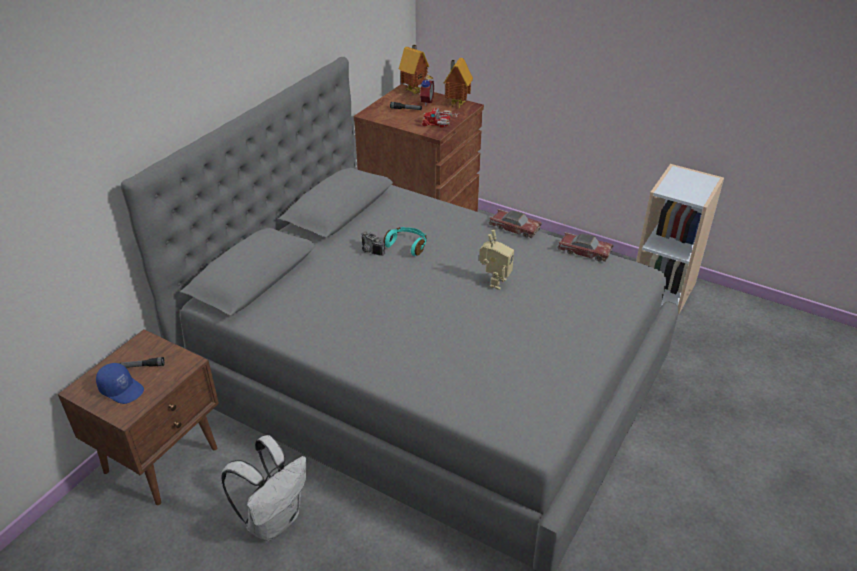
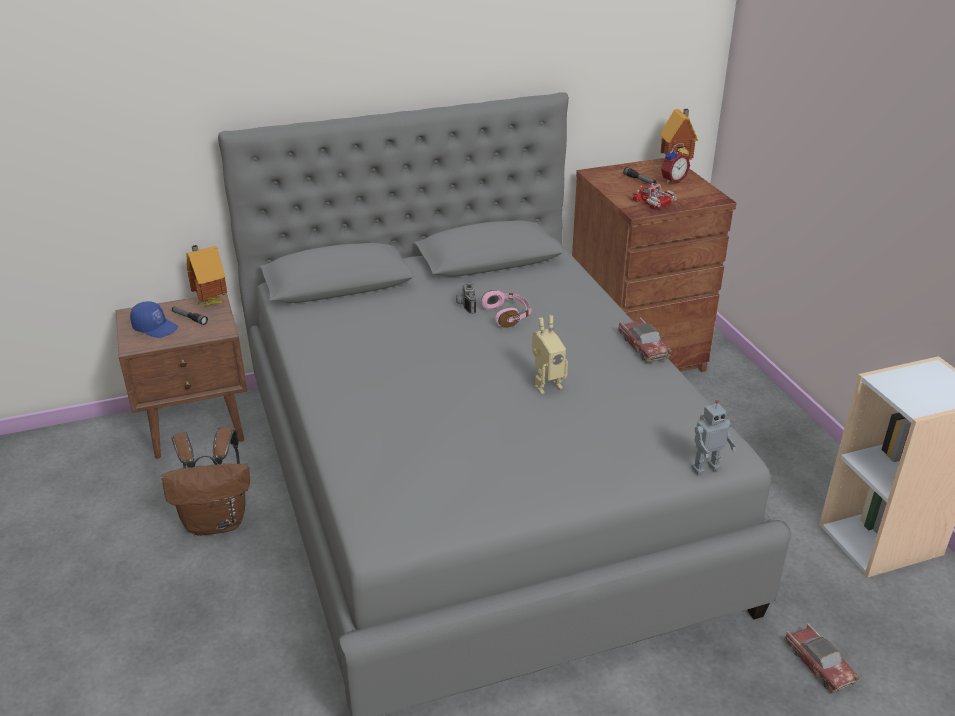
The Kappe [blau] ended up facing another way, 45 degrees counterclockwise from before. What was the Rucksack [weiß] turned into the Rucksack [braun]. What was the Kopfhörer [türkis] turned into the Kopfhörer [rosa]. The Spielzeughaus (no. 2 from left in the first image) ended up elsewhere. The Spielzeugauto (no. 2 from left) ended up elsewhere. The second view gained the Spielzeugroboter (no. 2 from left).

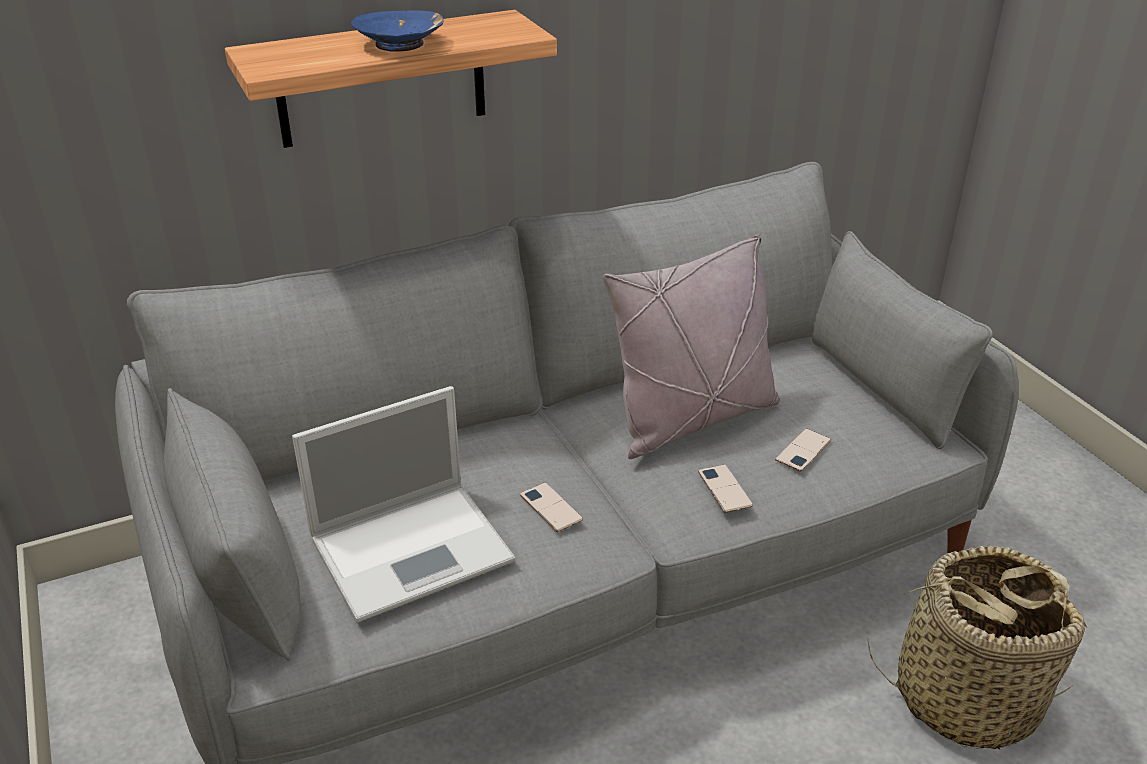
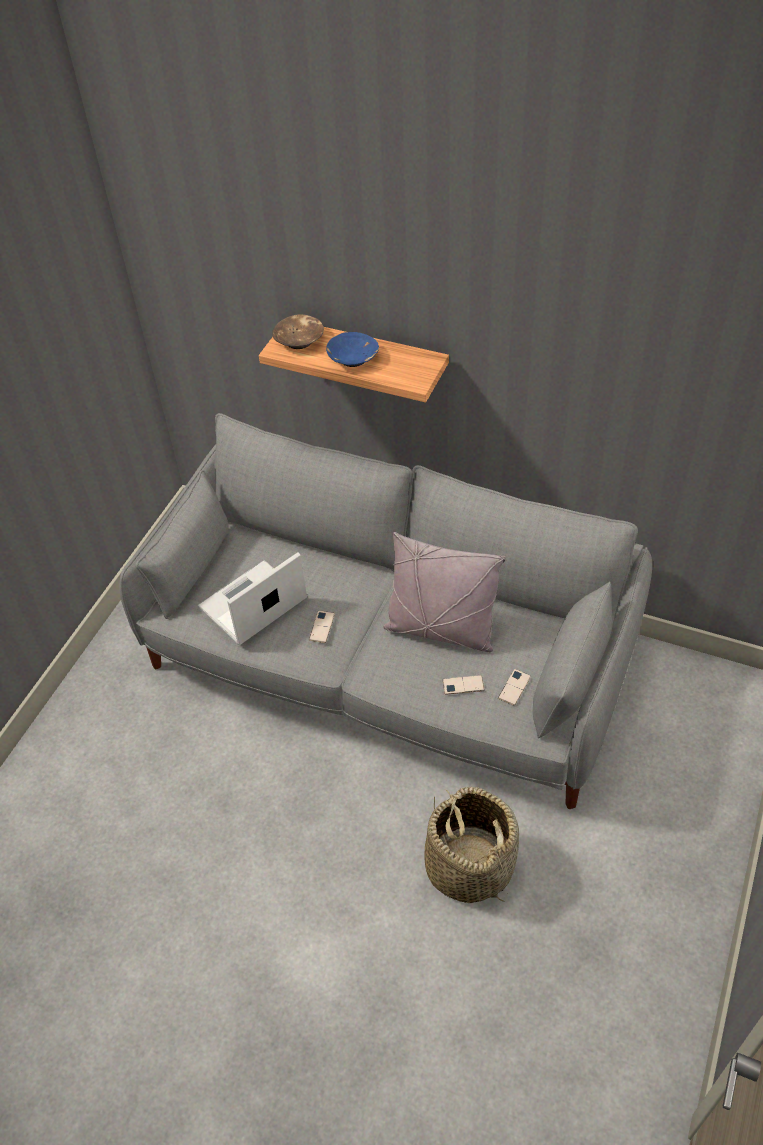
The Laptop ended up facing another way, 120 degrees clockwise from before. The Handy (no. 2 from left in the first image) ended up elsewhere. The second view gained the Schüssel [braun].

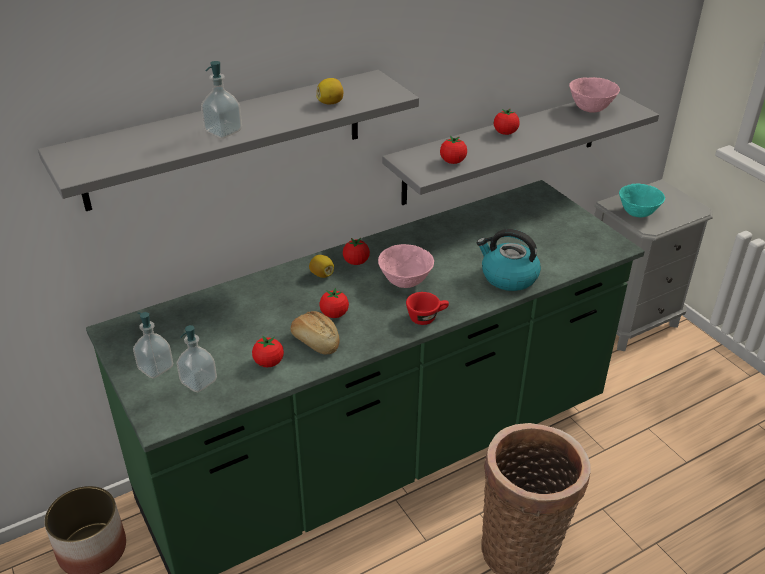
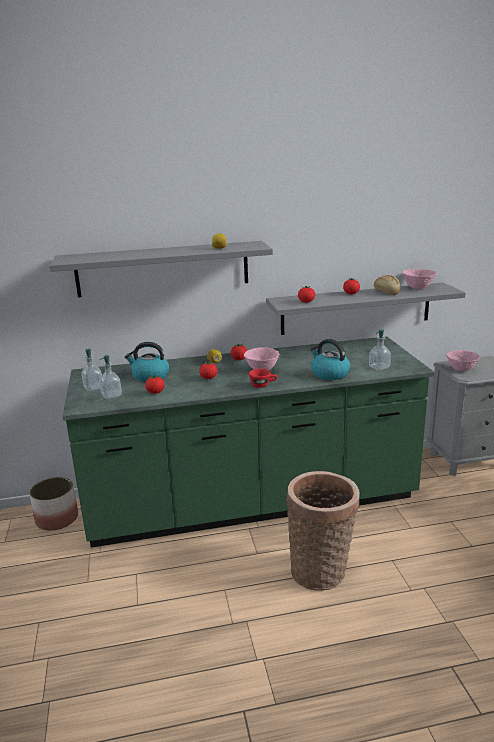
The Seifenspender (no. 3 from left) ended up elsewhere. The Brot ended up elsewhere. What was the Schüssel [türkis] turned into the Schüssel [rosa] (no. 3 from left). The second view gained the Wasserkessel (no. 1 from left).

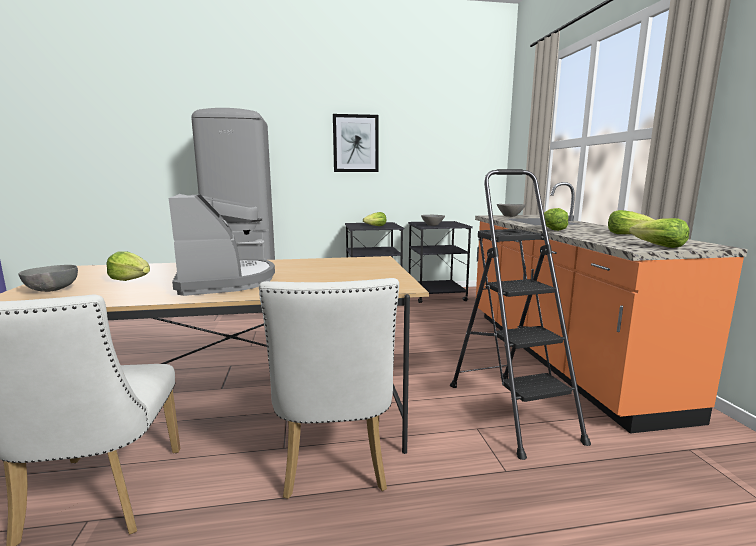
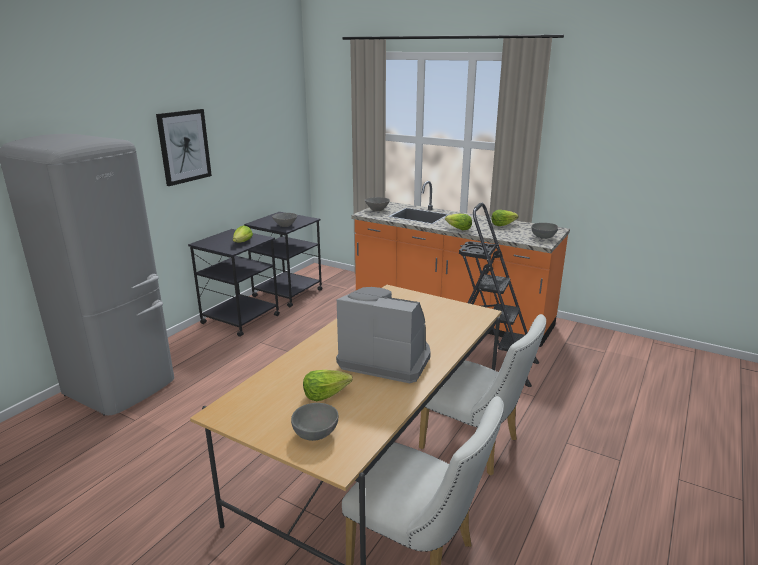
Where the Salatkopf (no. 5 from left) stood, the Schüssel [grau] (no. 4 from left) came to stand.

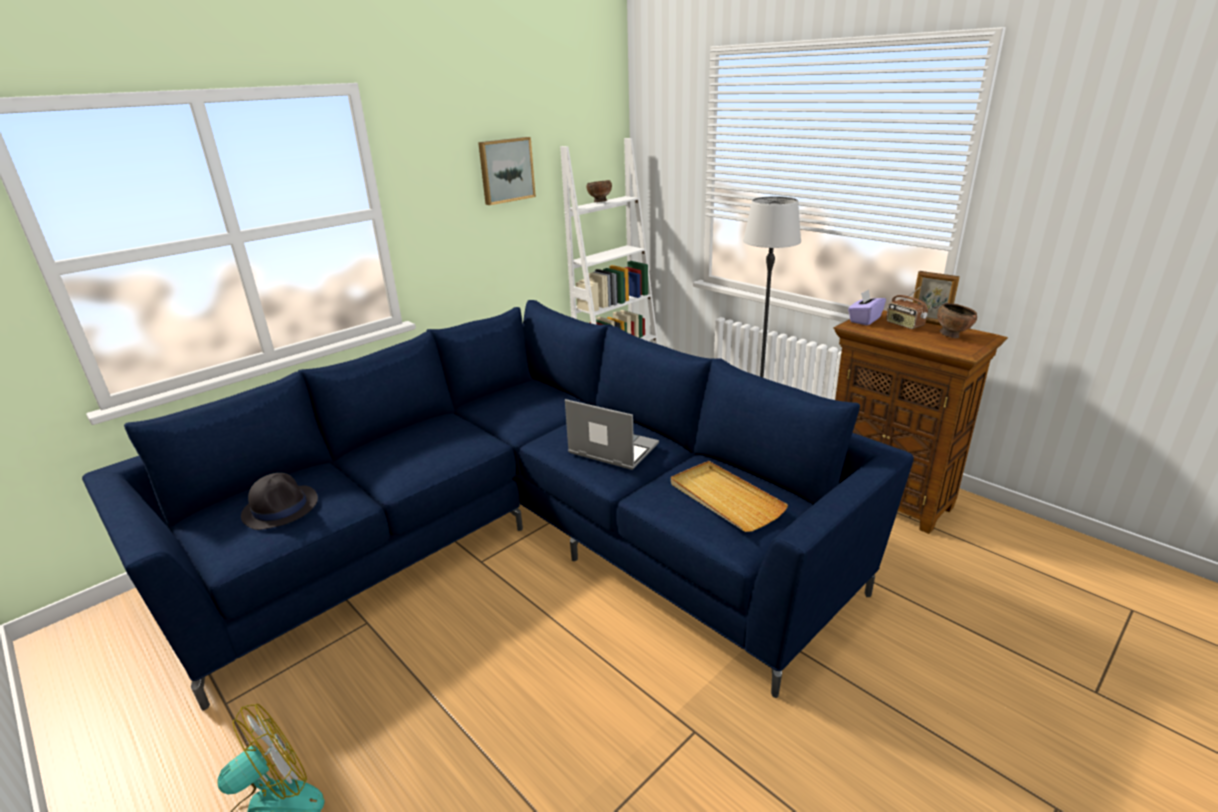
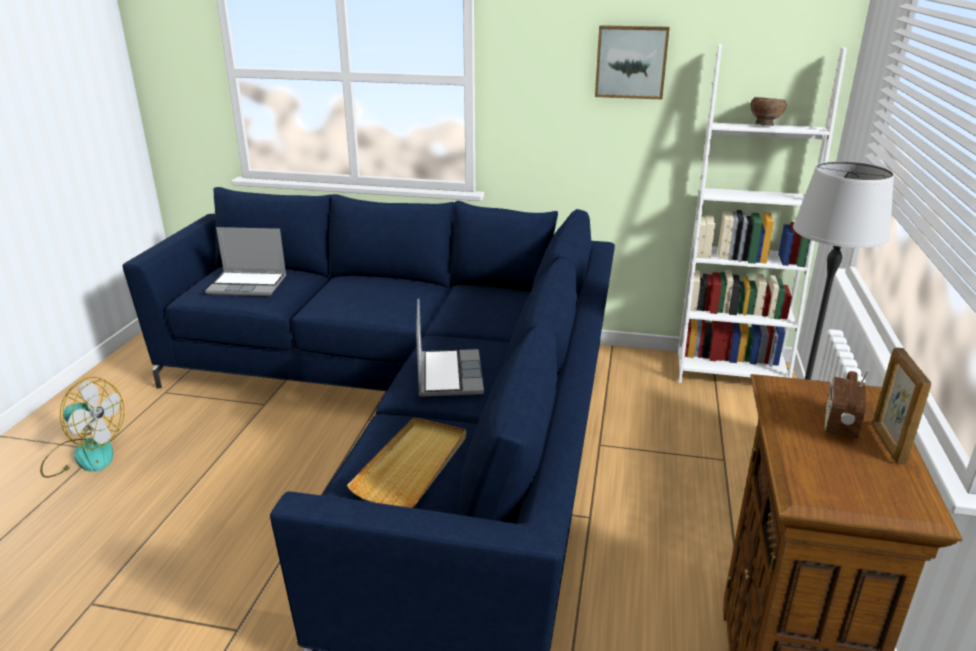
Where the Hut [schwarz] stood, the Laptop (no. 1 from left) came to stand. The second view lost the Taschentuchbox [lila]. The second view lost the Schüssel [braun] (no. 2 from left).

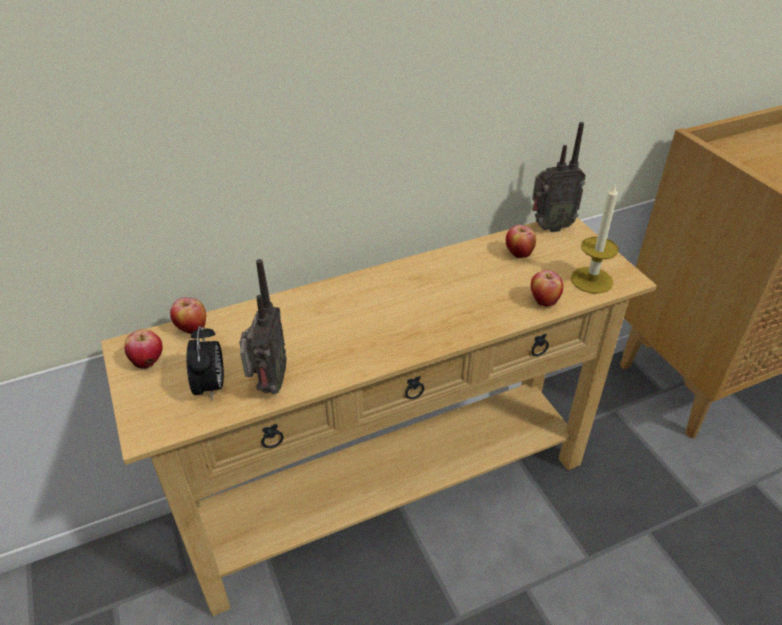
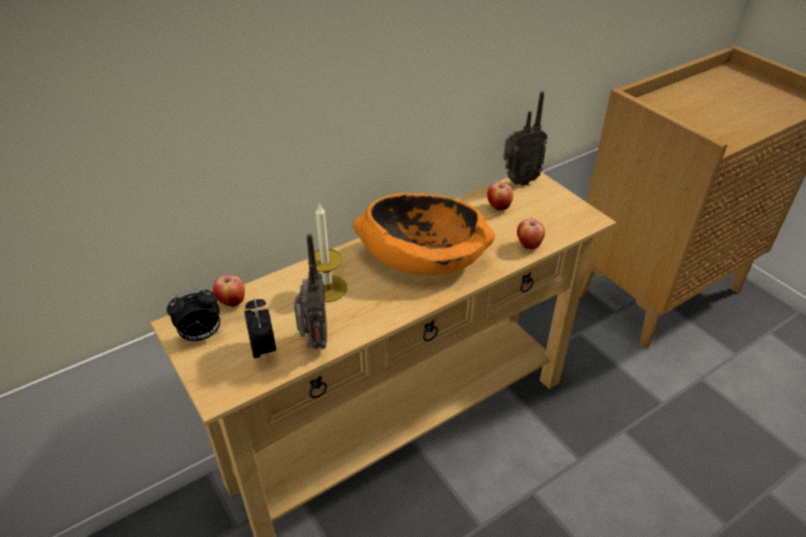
Where the Apfel (no. 1 from left) stood, the Wecker (no. 1 from left) came to stand. The Kerze ended up elsewhere. The second view gained the Schüssel [orange].

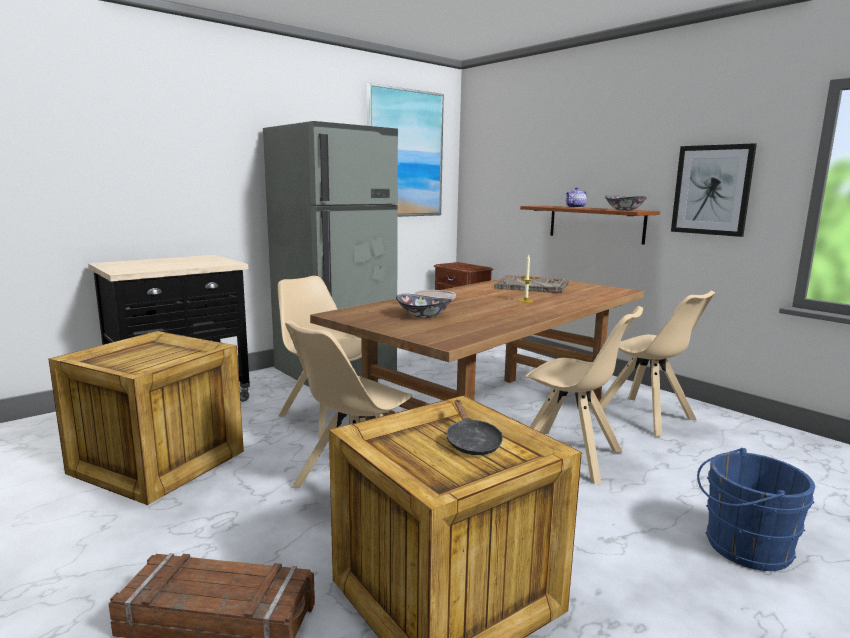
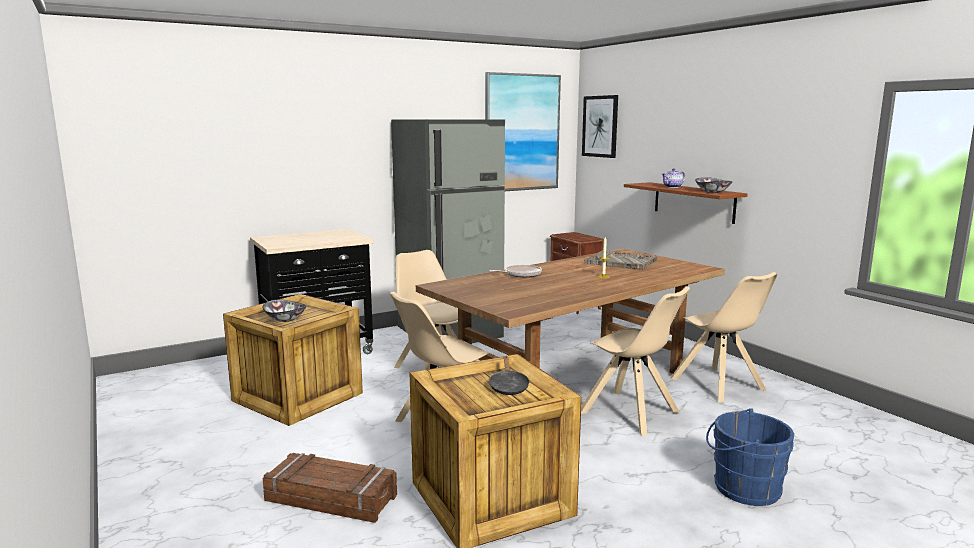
The Schüssel (no. 1 from left) ended up elsewhere. The Bild (no. 2 from left) ended up elsewhere.

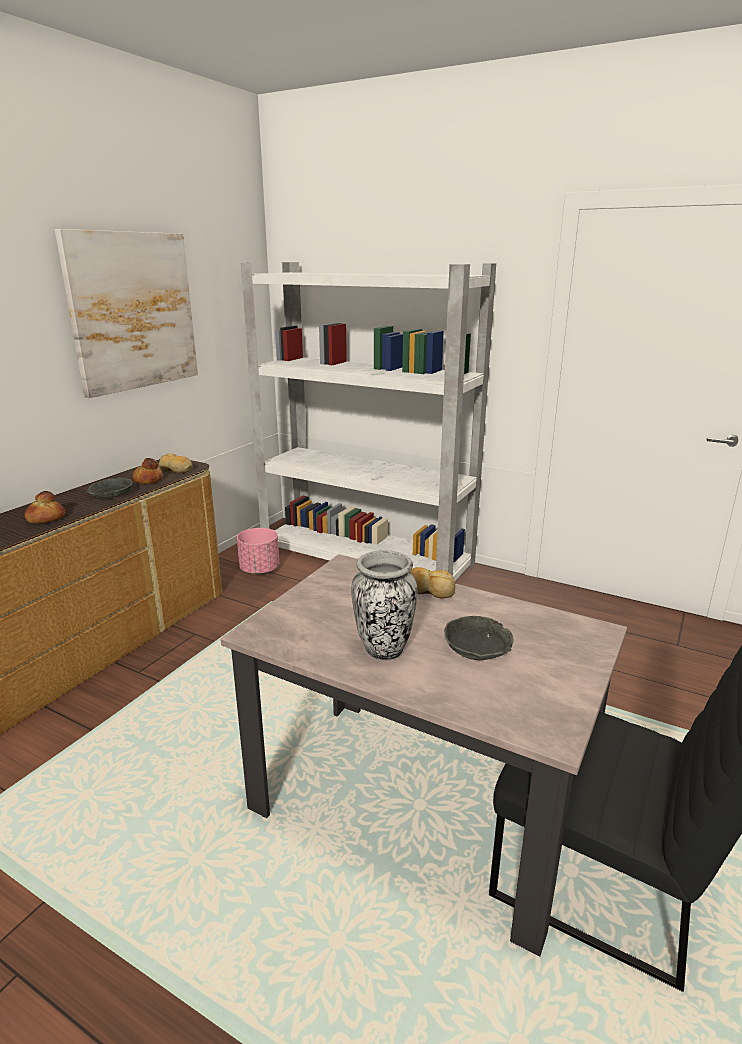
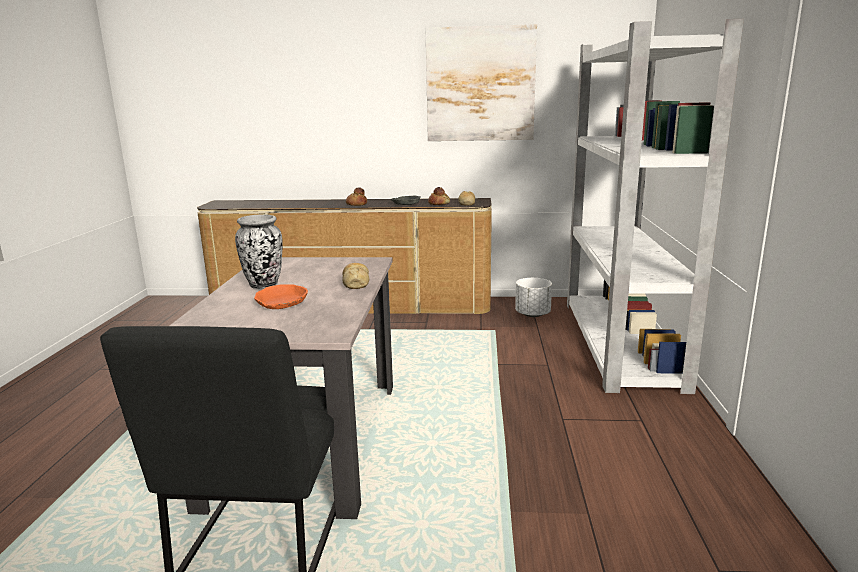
What was the Pflanzkübel [rosa] turned into the Pflanzkübel [weiß]. What was the Schüssel [grau] (no. 2 from left) turned into the Schüssel [orange].

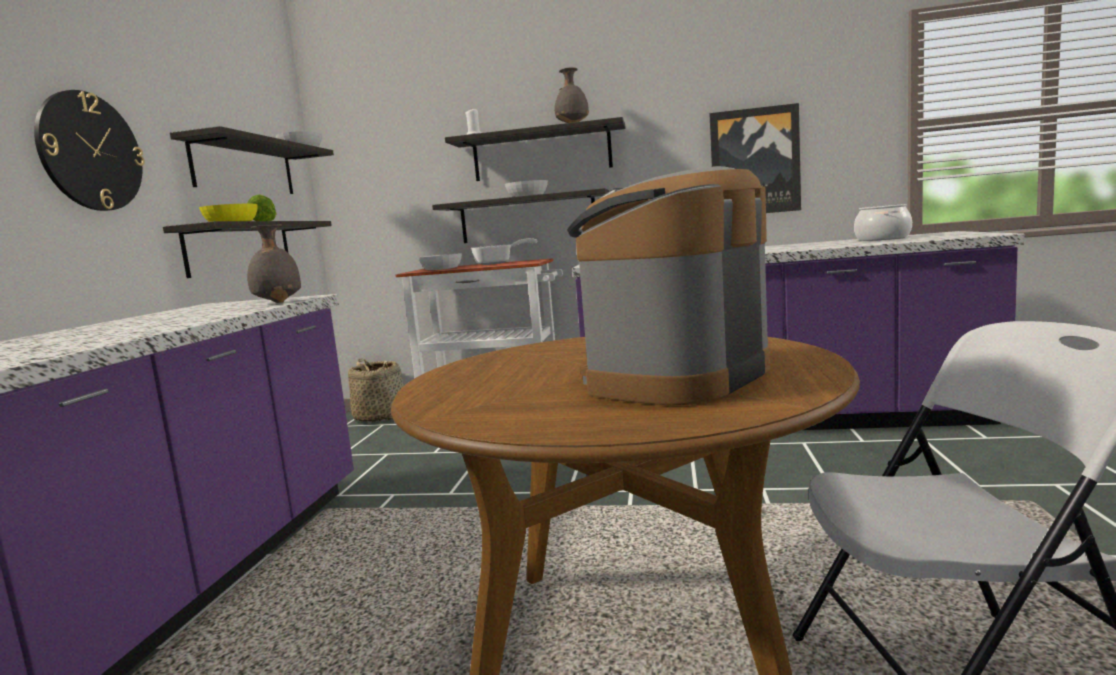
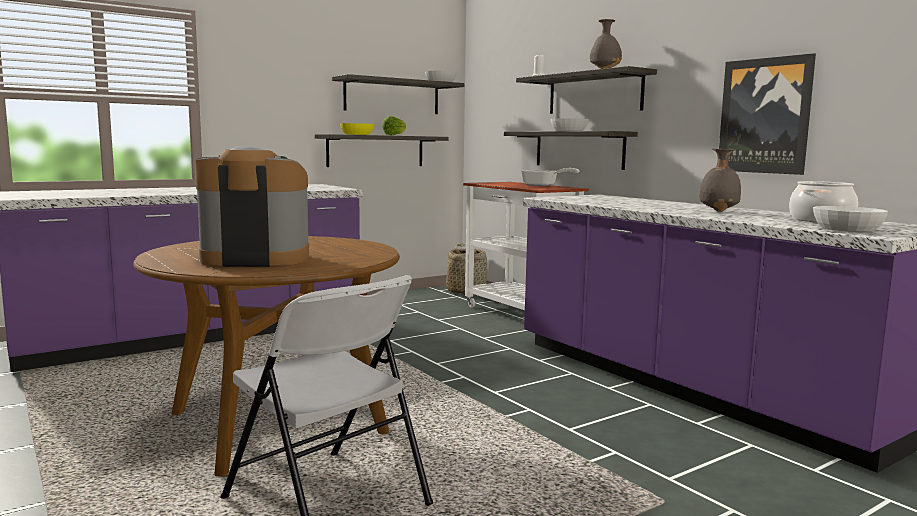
The second view lost the Wanduhr. The Vase [grau] (no. 1 from left in the first image) ended up elsewhere. The Schüssel [weiß] (no. 2 from left in the first image) ended up elsewhere.

